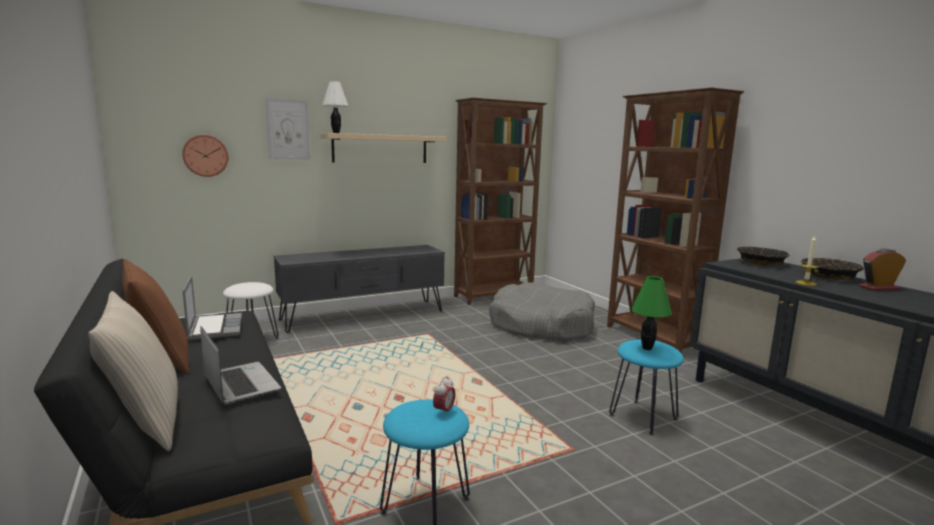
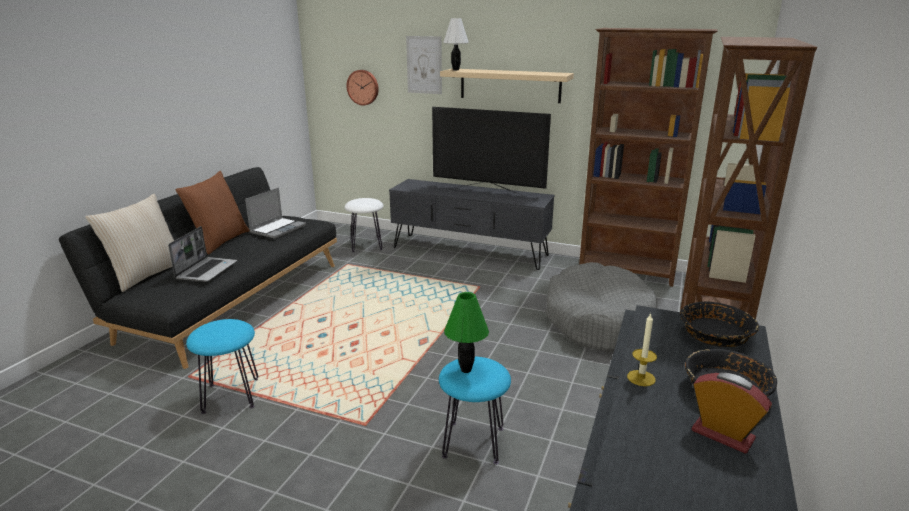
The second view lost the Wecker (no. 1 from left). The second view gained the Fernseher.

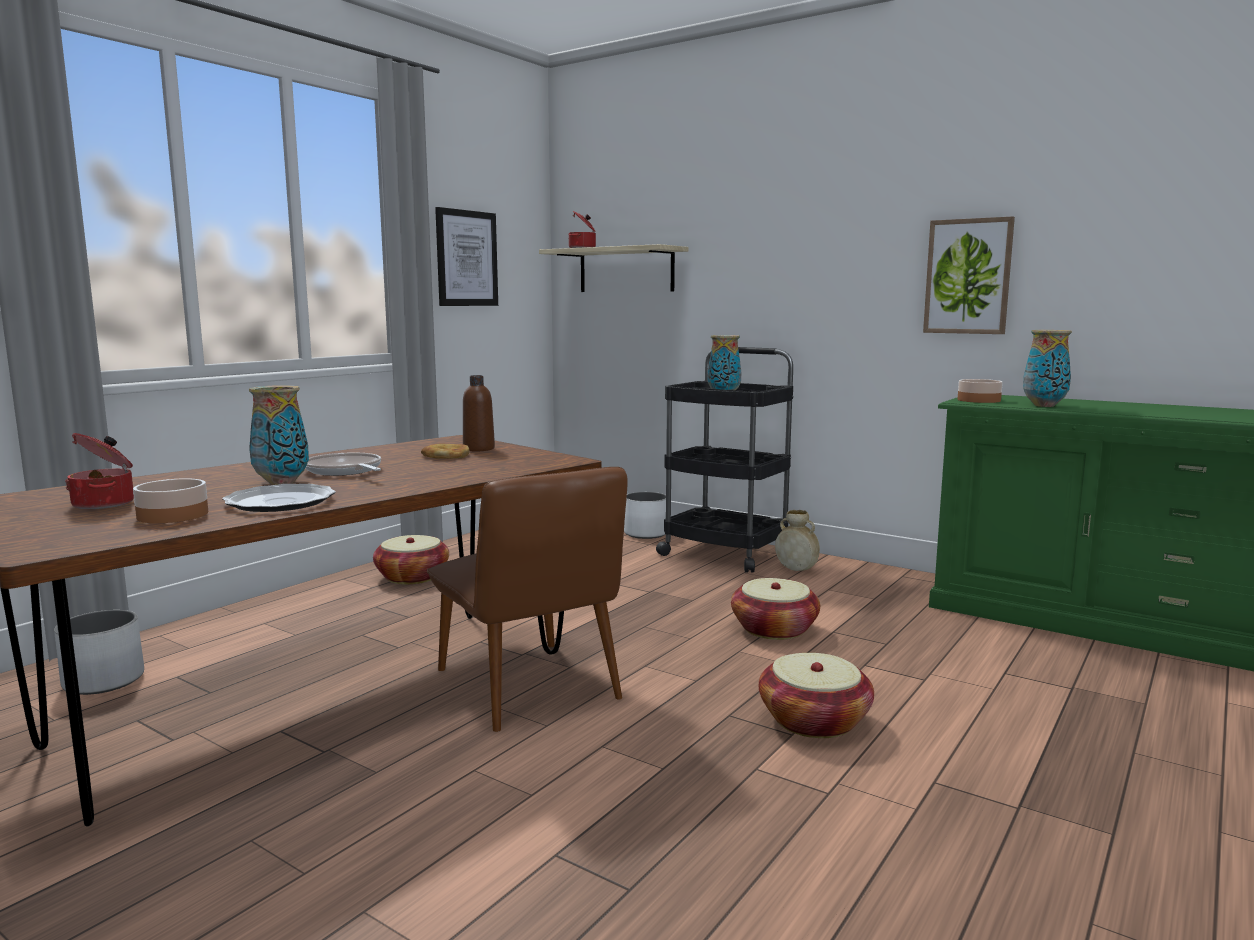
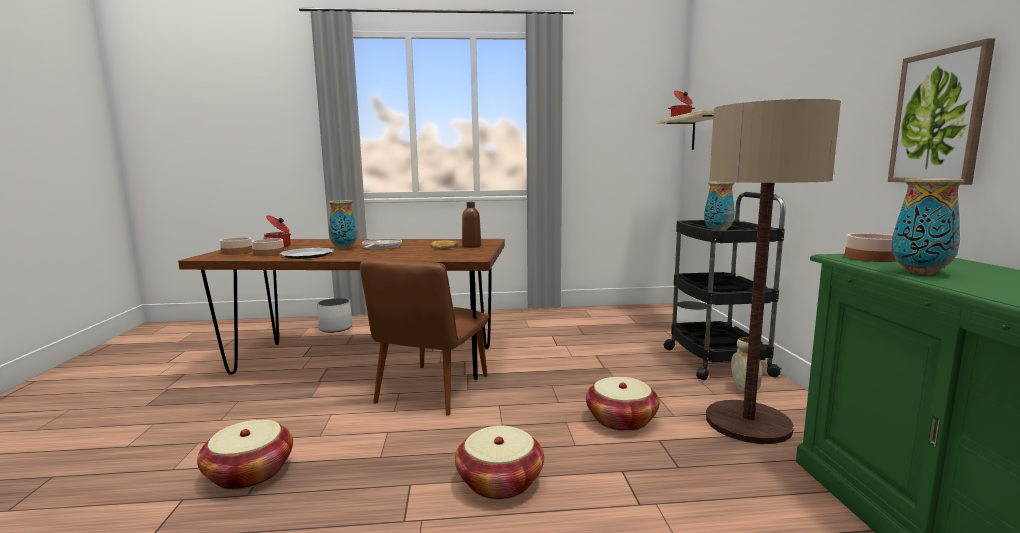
The Korb (no. 1 from left) ended up elsewhere. The second view lost the Bild (no. 1 from left). The second view gained the Schüssel (no. 1 from left). The second view gained the Stehlampe.

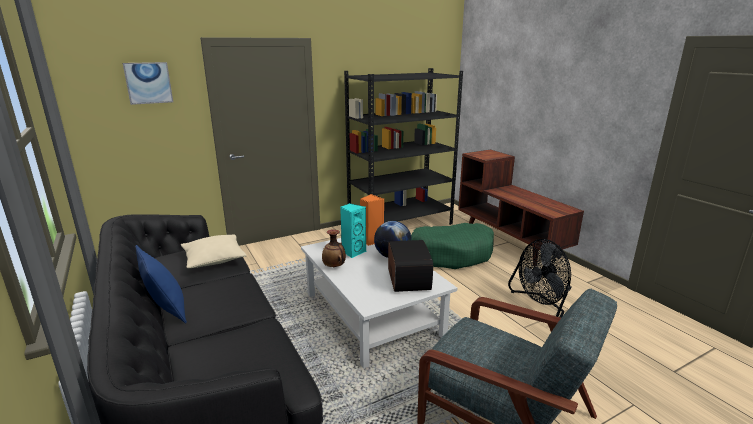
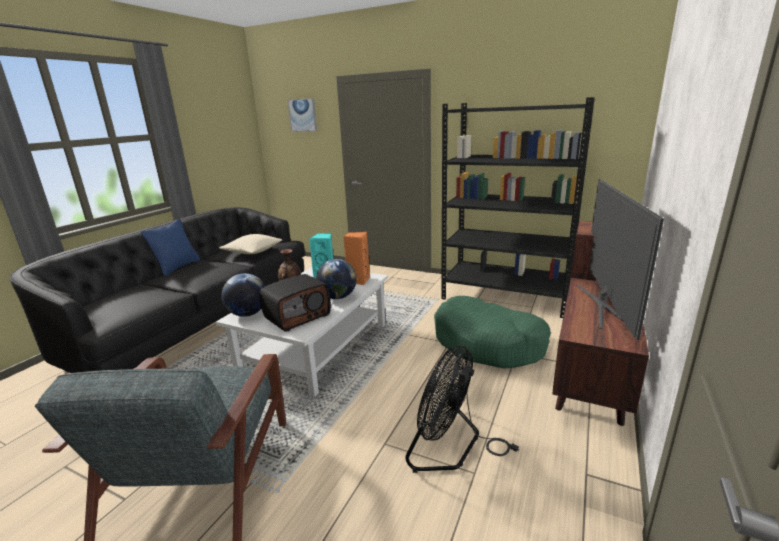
The second view gained the Globus (no. 1 from left). The second view gained the Fernseher.

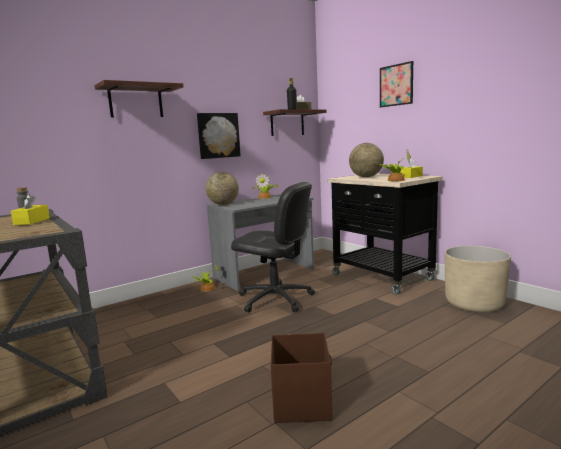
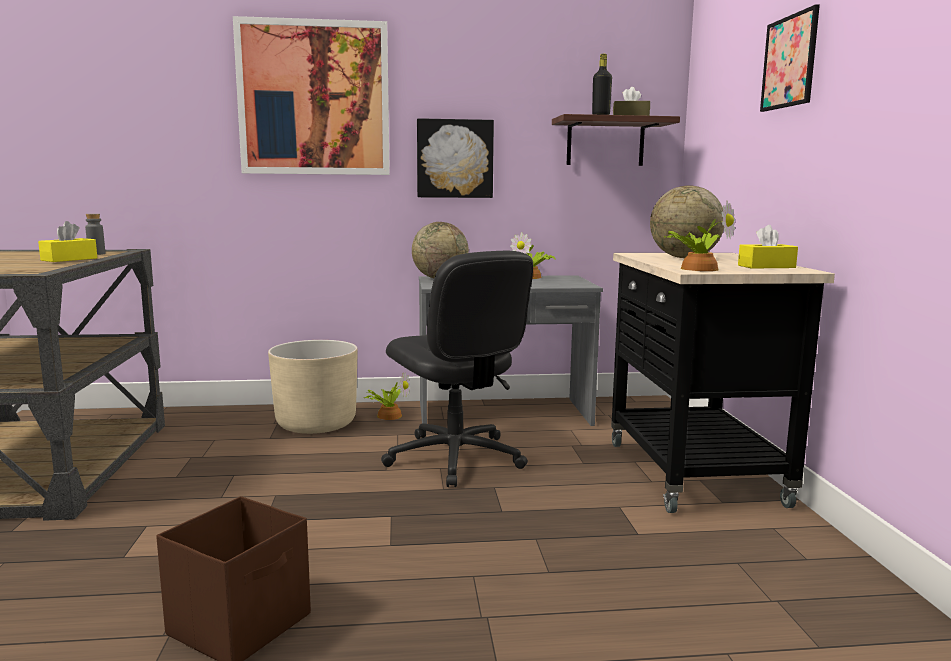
Where the Wandregal (no. 1 from left) hung, the Bild (no. 1 from left) came to hang. The Pflanzkübel [beige] ended up elsewhere.

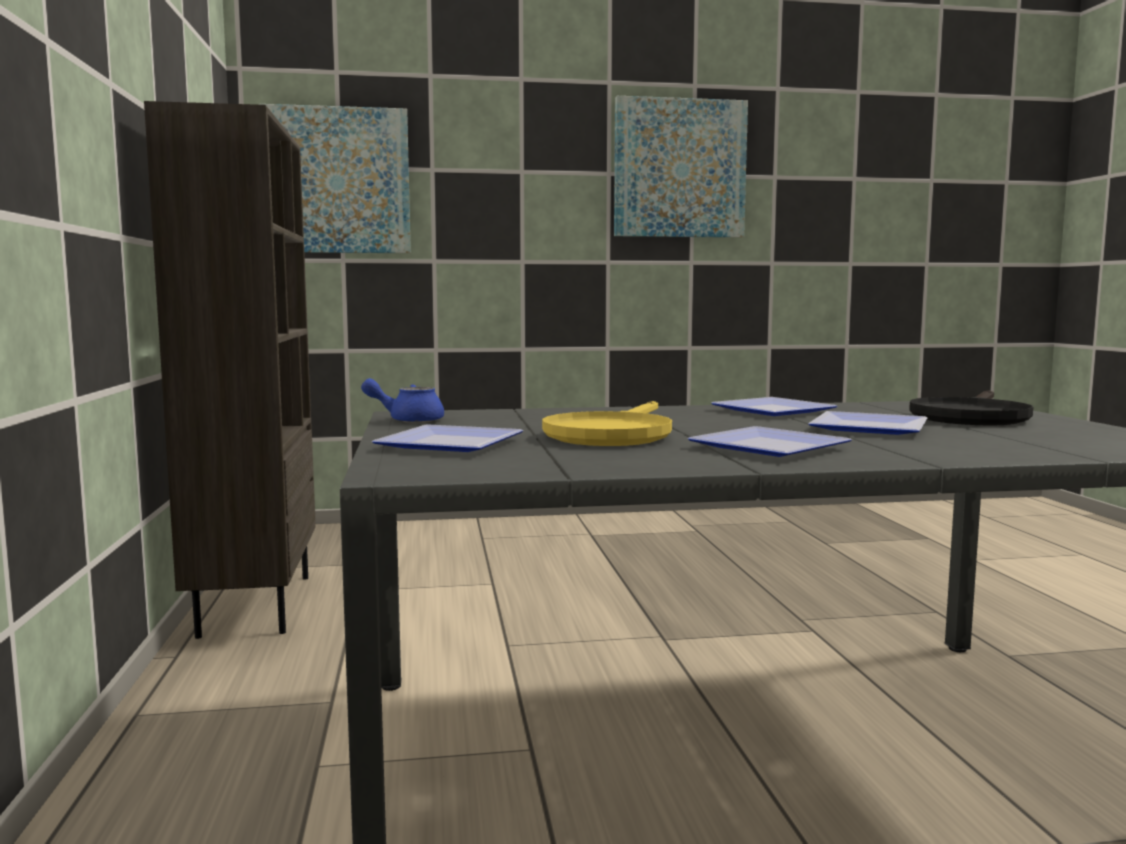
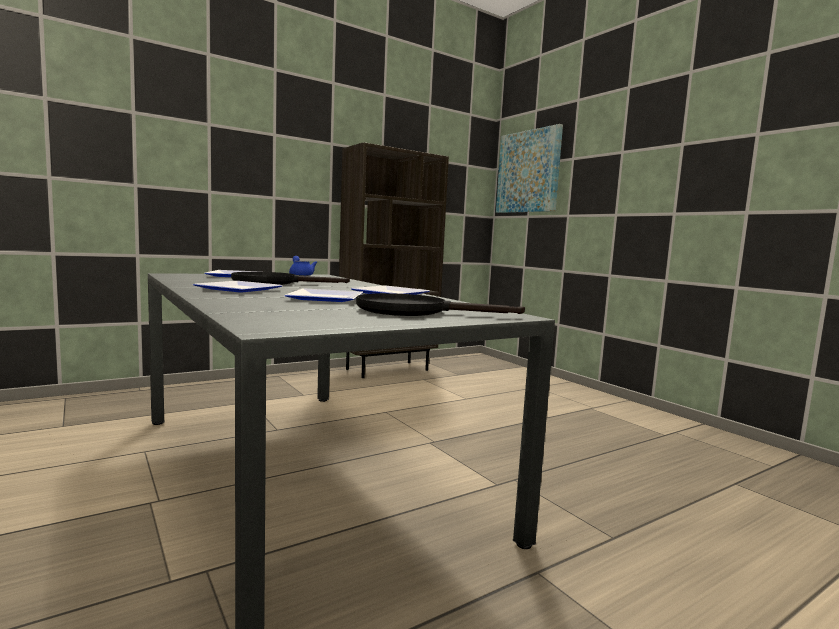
What was the Pfanne [gelb] turned into the Pfanne [schwarz] (no. 1 from left). The second view lost the Bild (no. 2 from left).

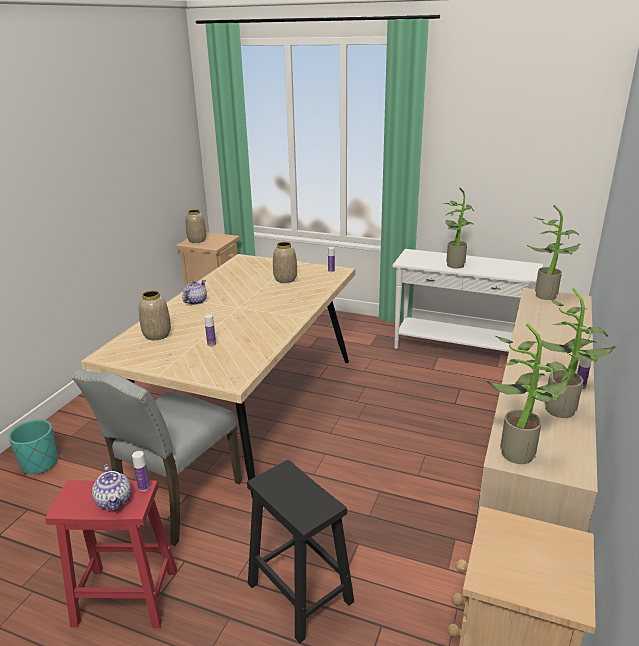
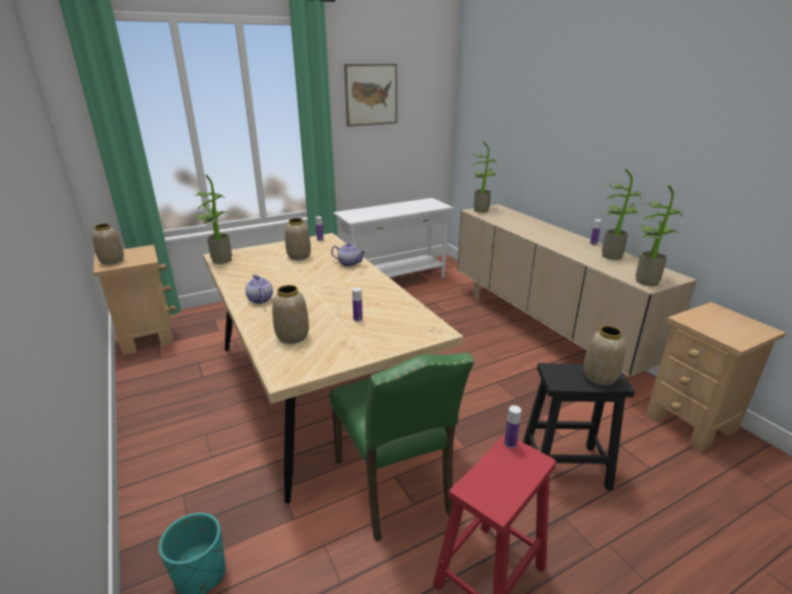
What was the Stuhl [grau] turned into the Stuhl [grün]. The Teekanne (no. 1 from left in the first image) ended up elsewhere. The Topfpflanze (no. 1 from left) ended up elsewhere. The second view gained the Bild. The second view gained the Vase (no. 4 from left).

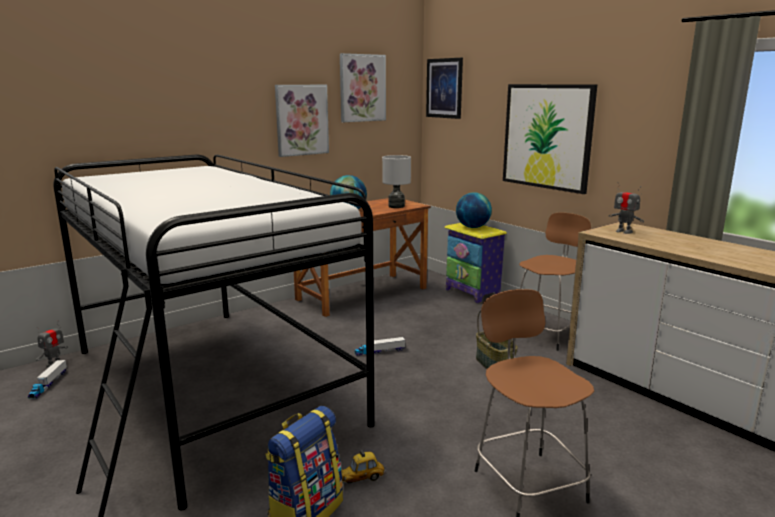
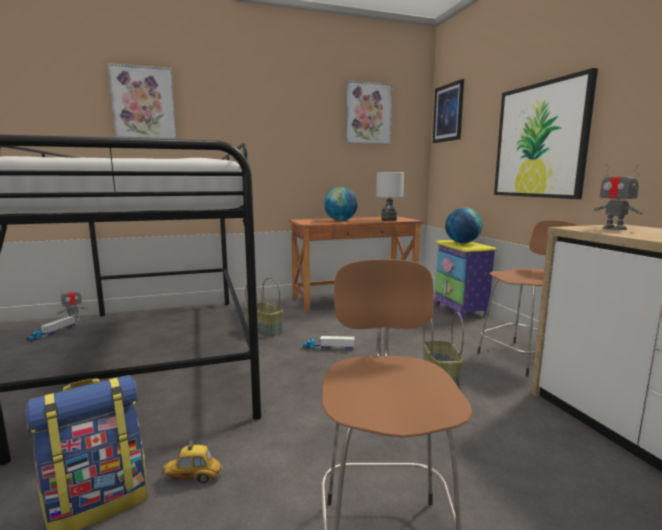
The Bild (no. 1 from left) ended up elsewhere. The second view gained the Korb (no. 1 from left).

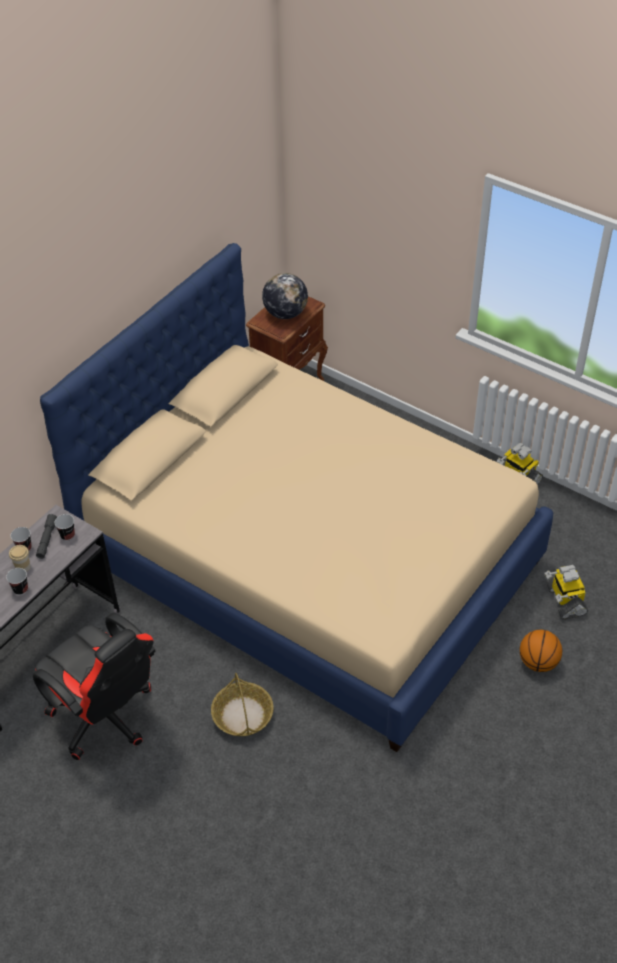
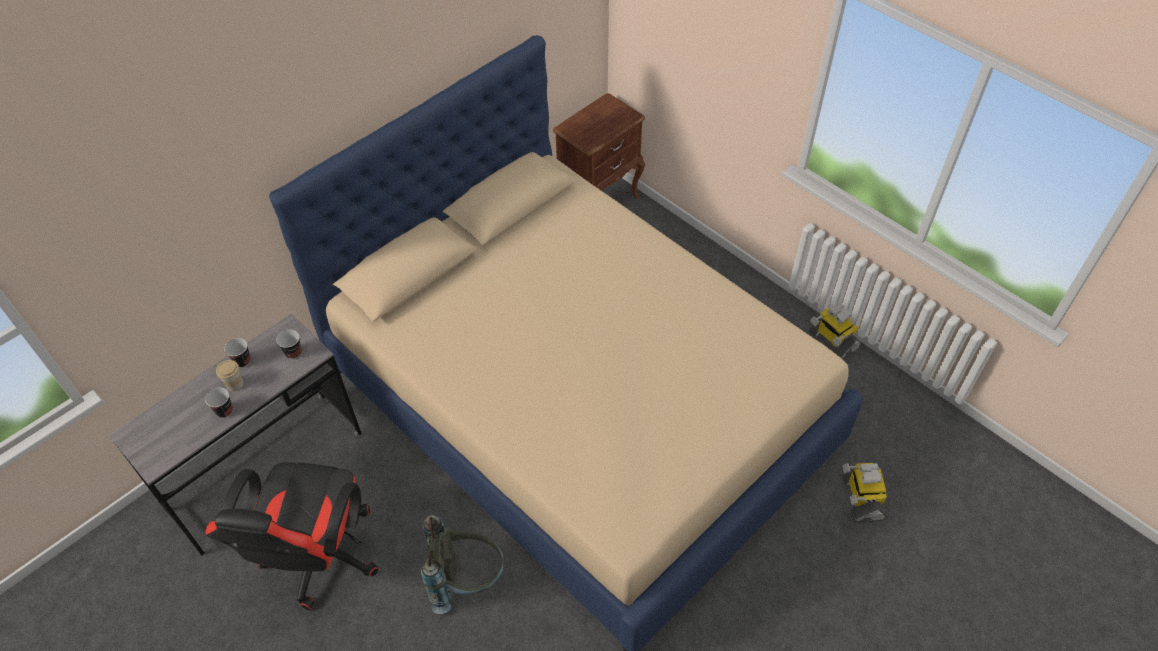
The Bürostuhl [schwarz] ended up facing another way, 45 degrees clockwise from before. The second view lost the Taschenlampe [grau]. Where the Korb stood, the Rucksack [grau] came to stand. The second view lost the Globus. The second view lost the Basketball.

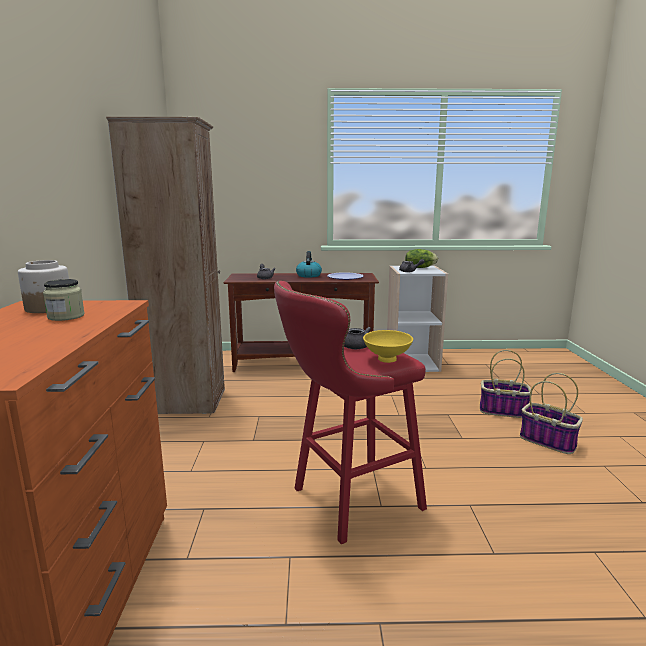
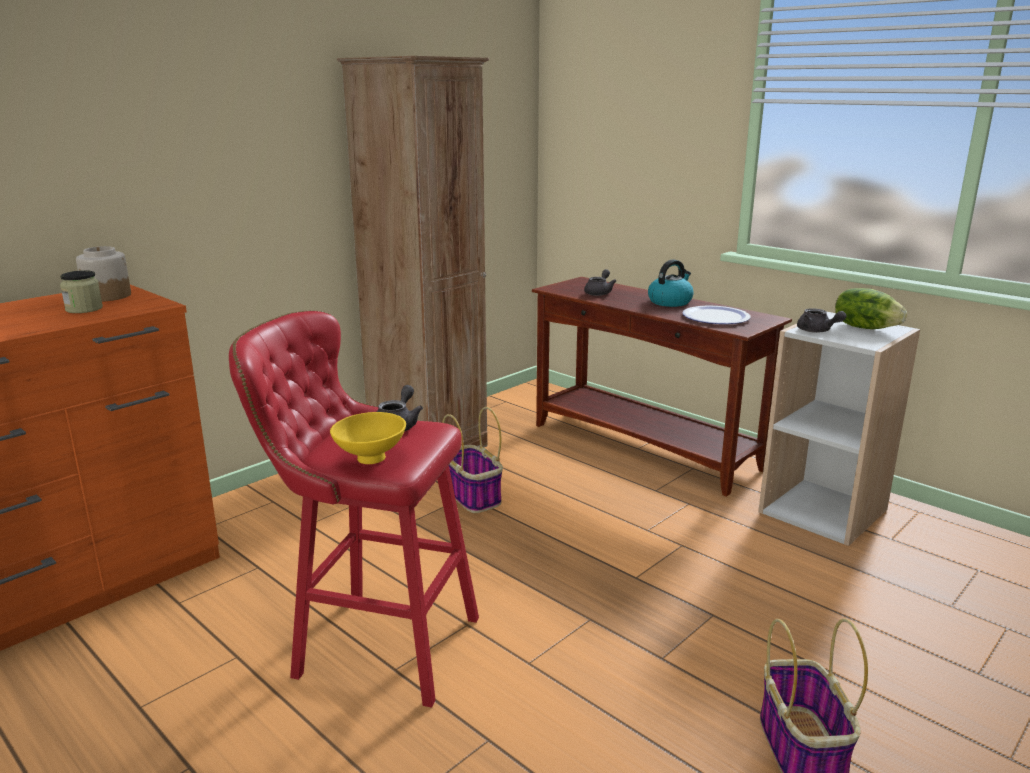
The Korb (no. 1 from left) ended up elsewhere.

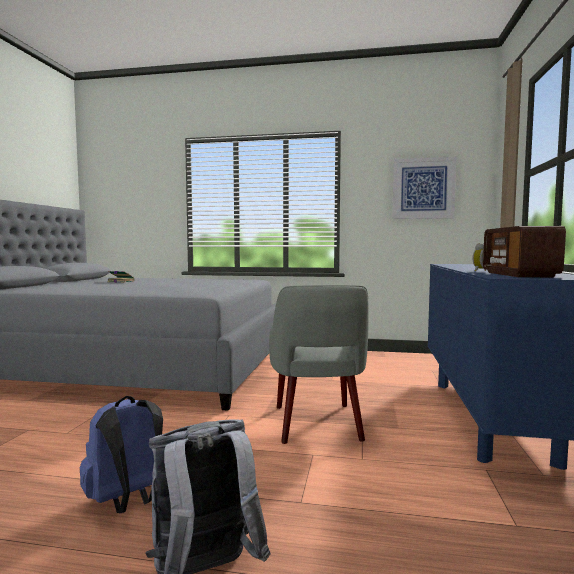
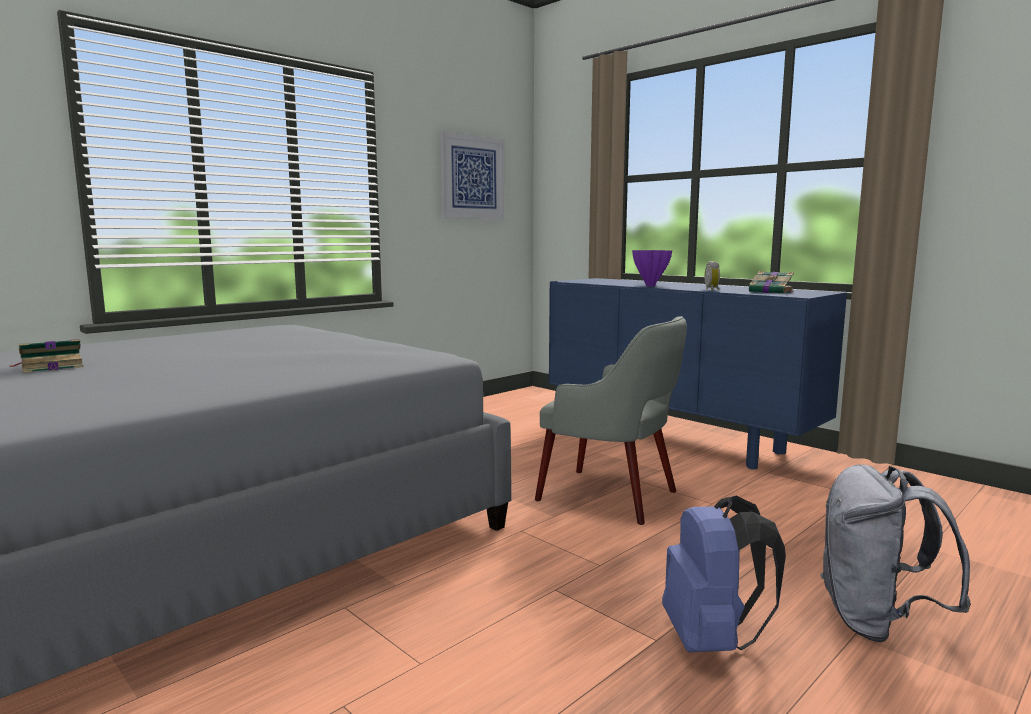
Where the Radio stood, the Buch (no. 2 from left) came to stand. The second view gained the Vase [lila].

